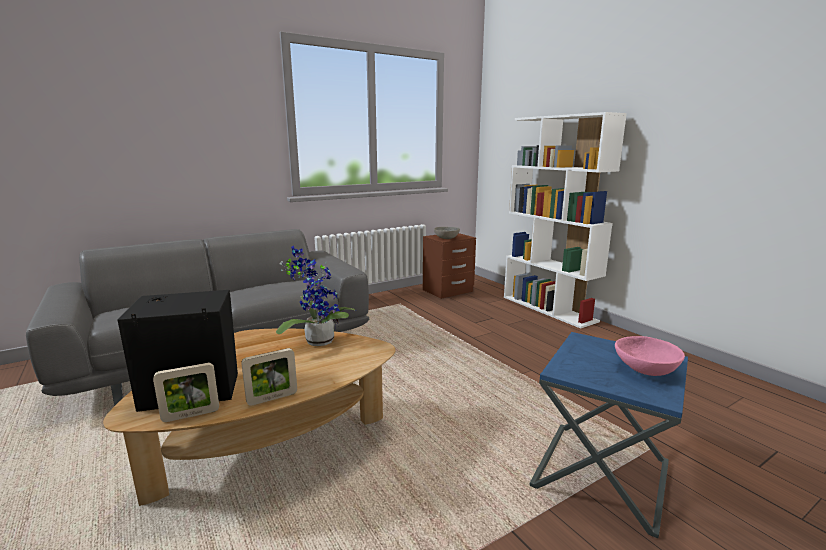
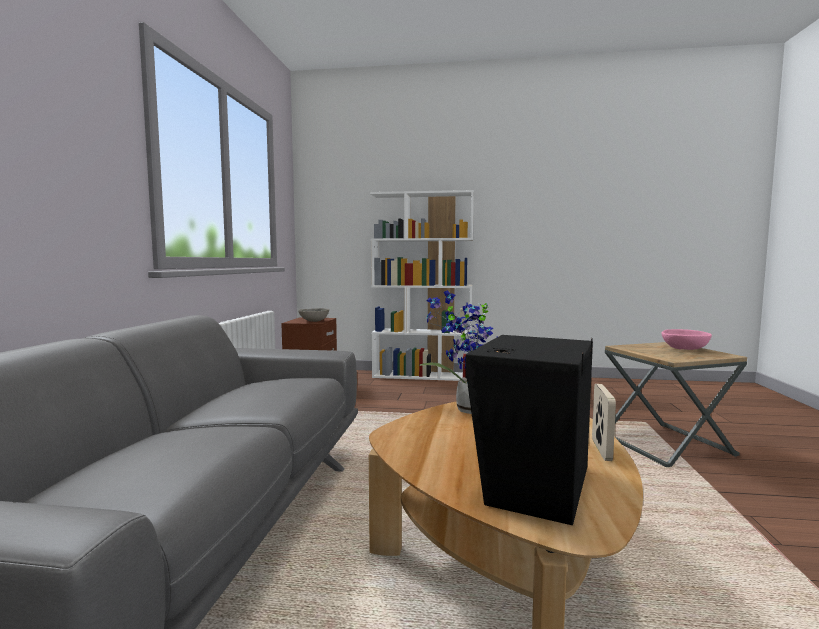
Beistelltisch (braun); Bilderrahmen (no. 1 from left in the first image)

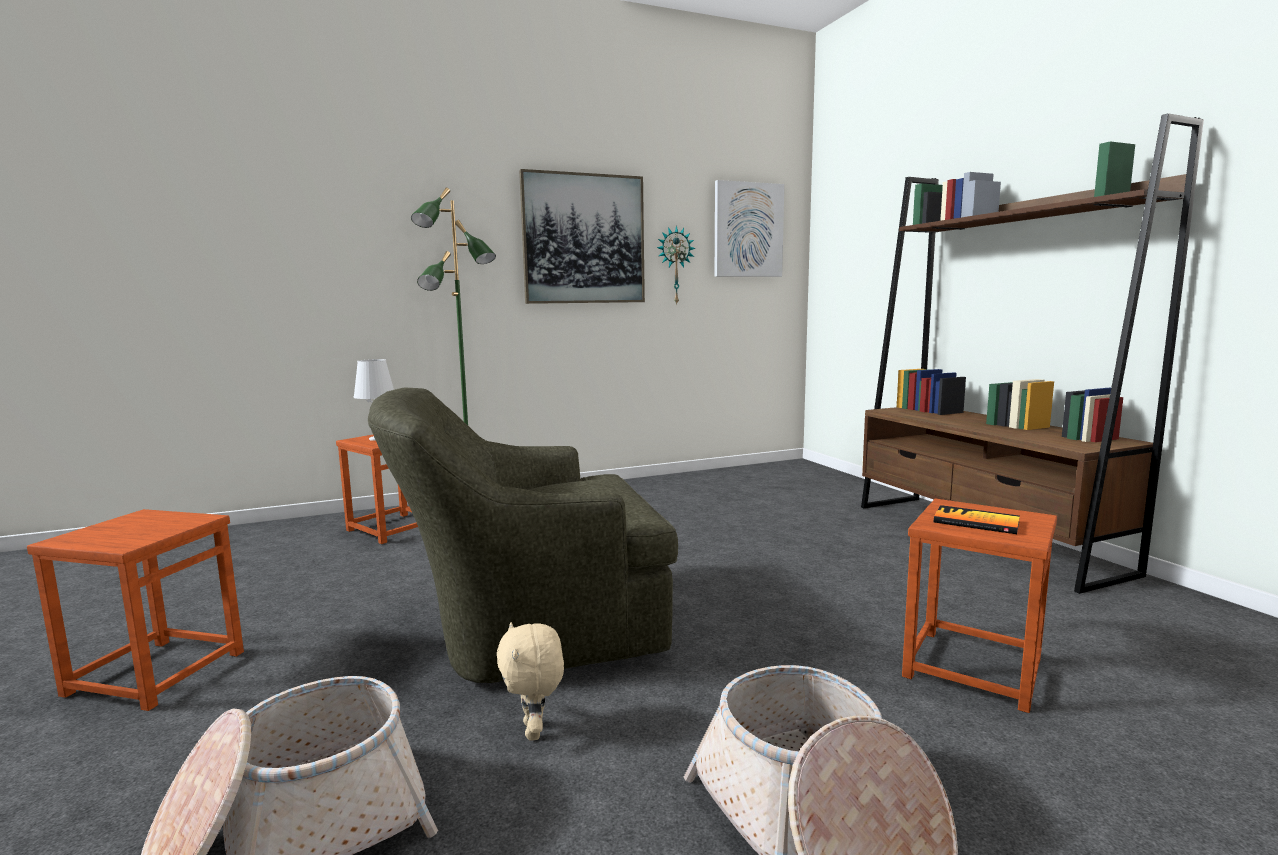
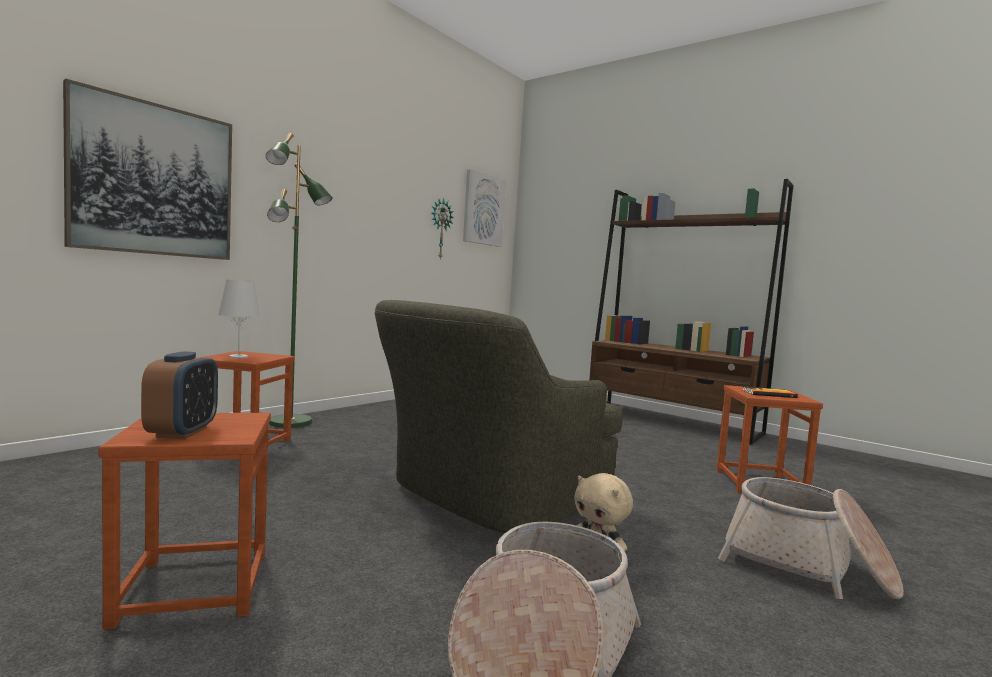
Bild (no. 1 from left); Wecker

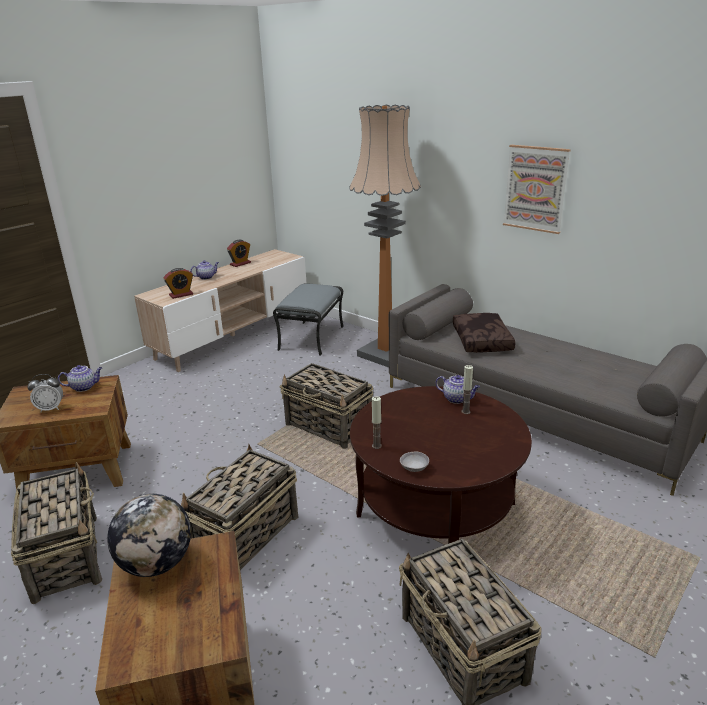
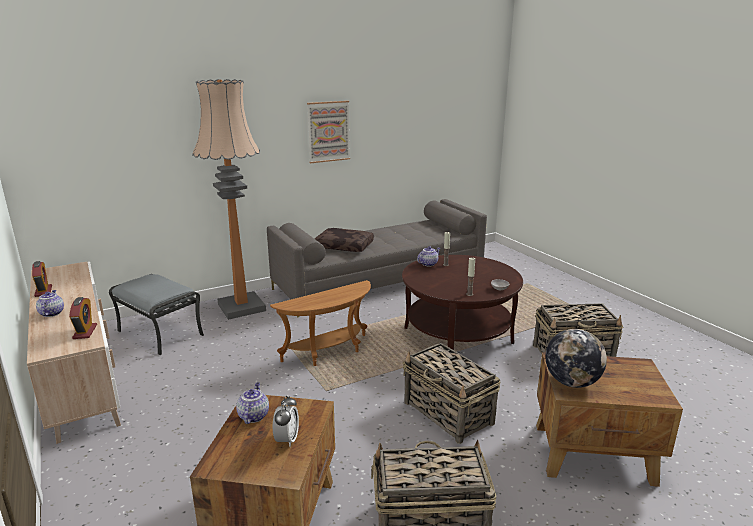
Beistelltisch (braun) (no. 2 from left)

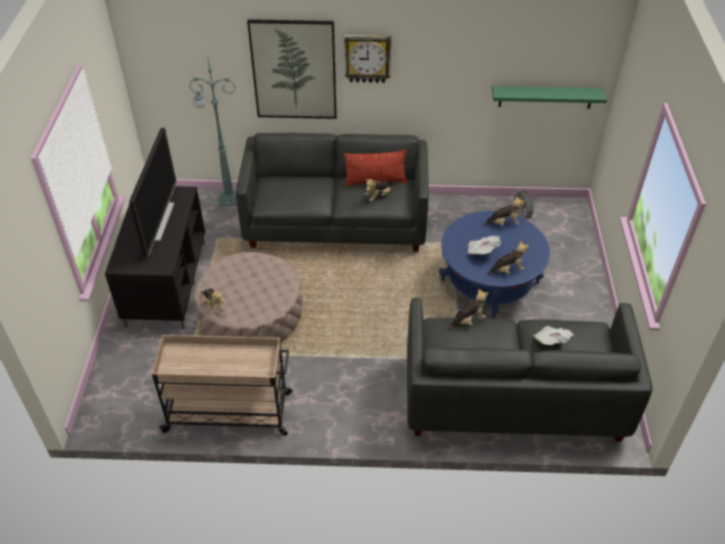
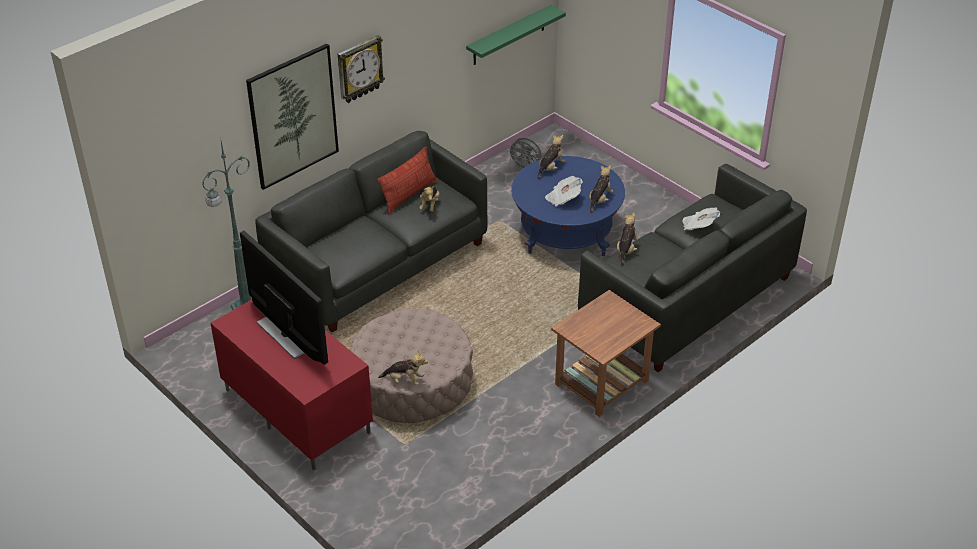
Fernsehschrank (rot); Rollwagen (beige); Beistelltisch (braun)

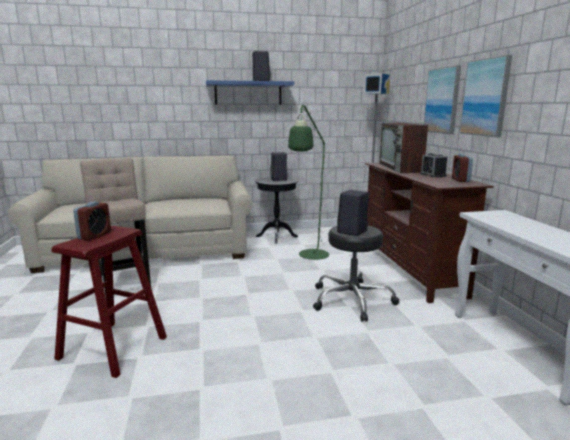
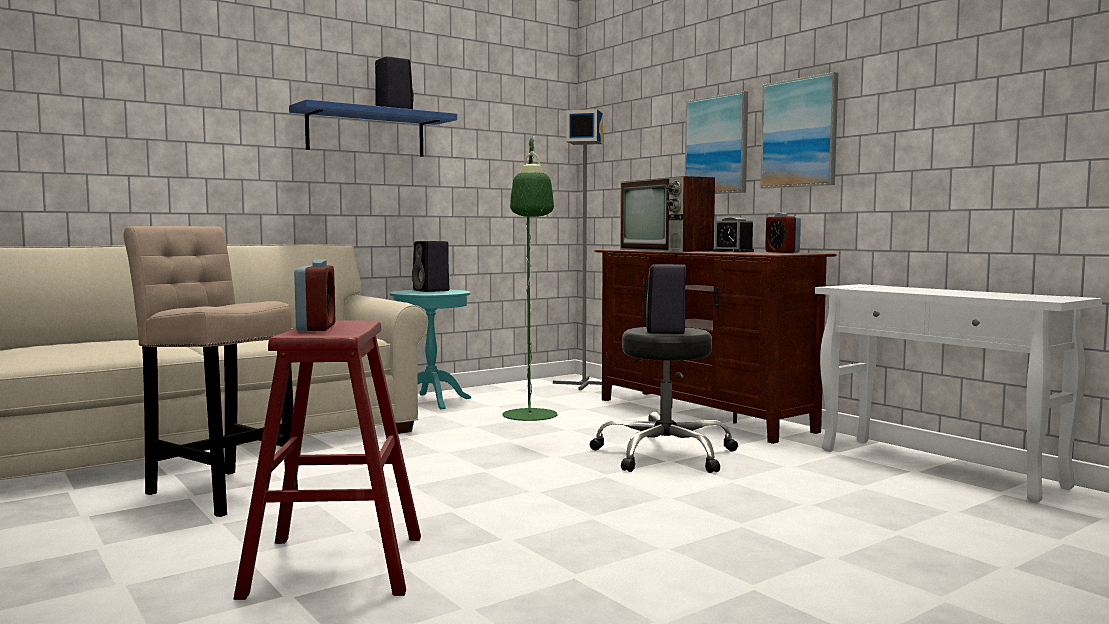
Beistelltisch (türkis)

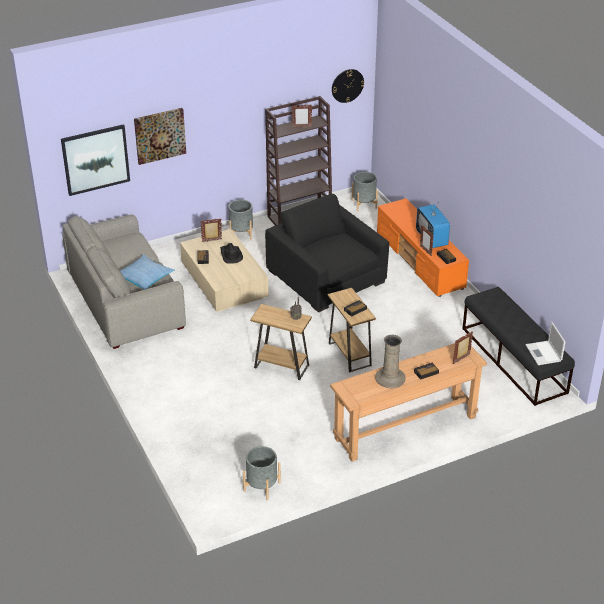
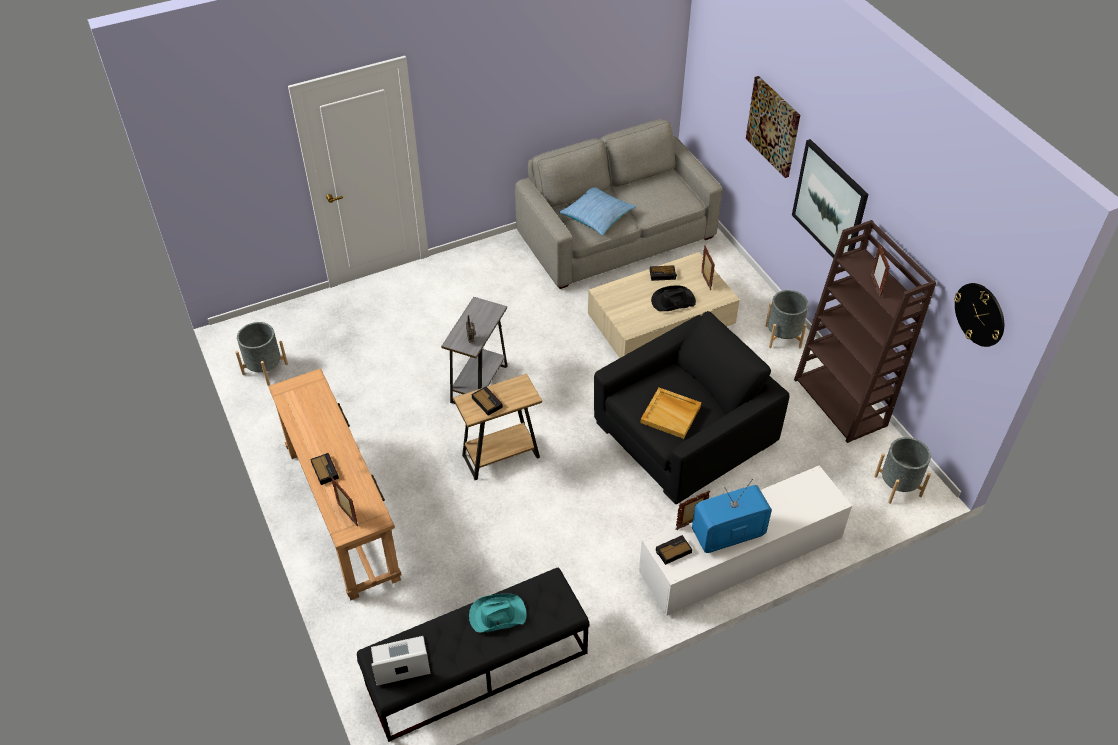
Bild (no. 2 from left); Fernsehschrank (weiß); Beistelltisch (grau); Vase (beige); Tablett (beige); Hut (türkis)

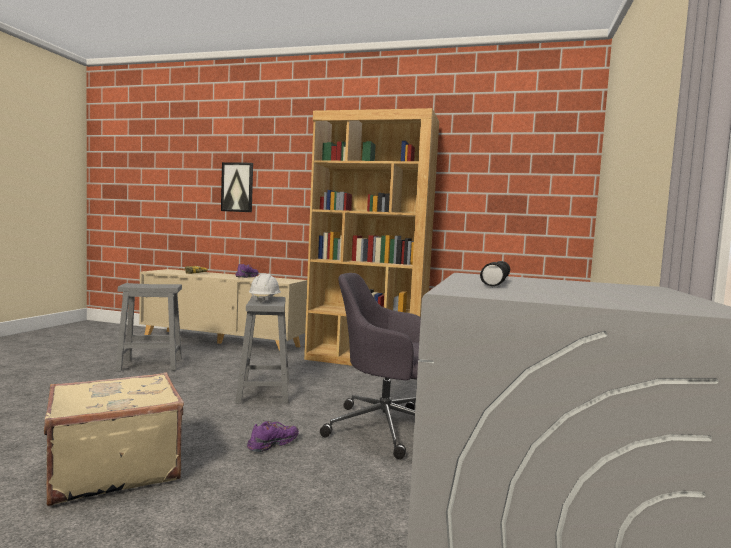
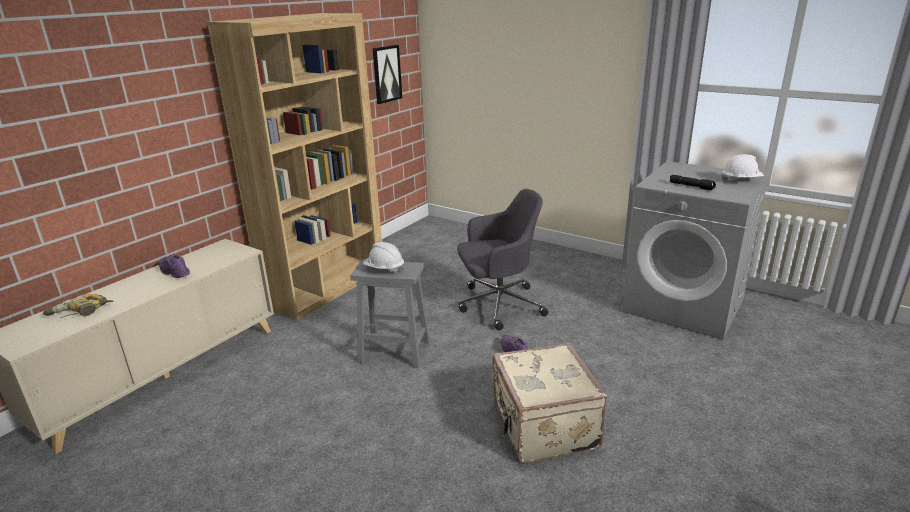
Bild; Bürostuhl (grau); Hocker (grau) (no. 1 from left in the first image); Schutzhelm (weiß) (no. 2 from left)

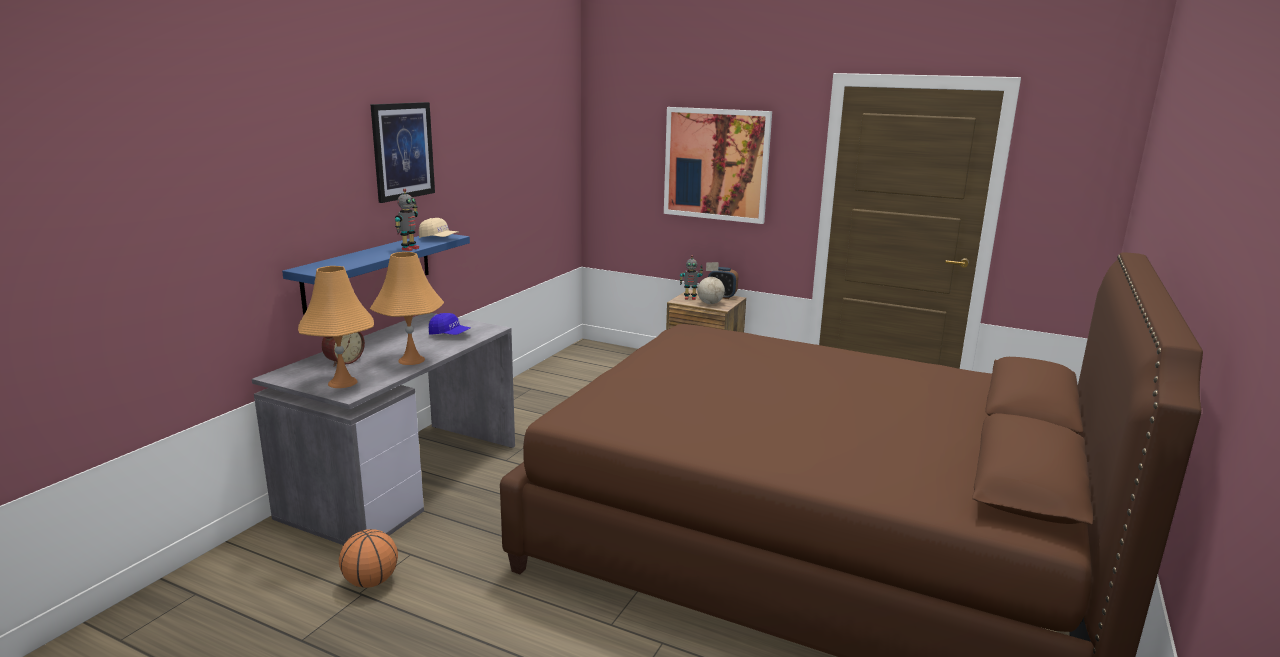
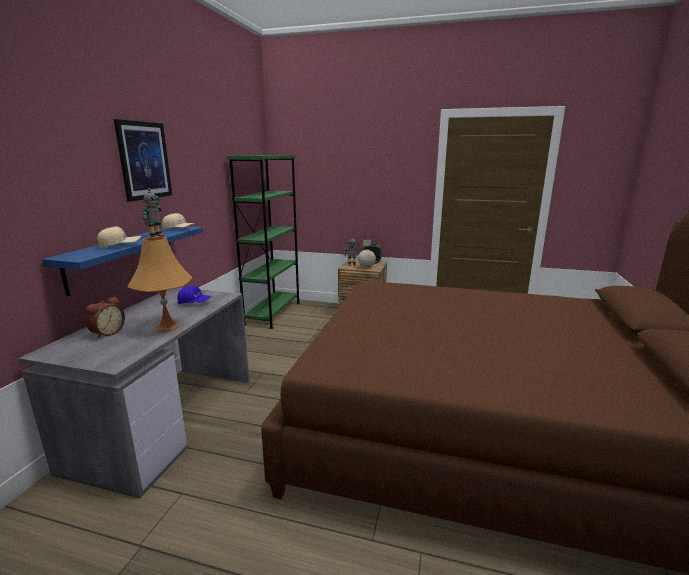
Bild (no. 2 from left in the first image); Tischlampe (orange) (no. 1 from left in the first image); Basketball; Bücherregal (grün); Kappe (beige) (no. 1 from left)

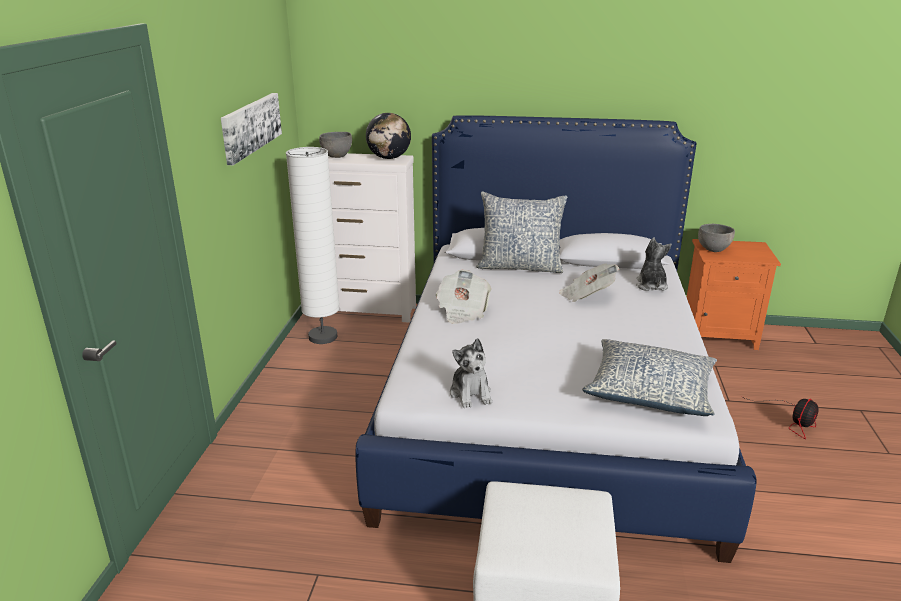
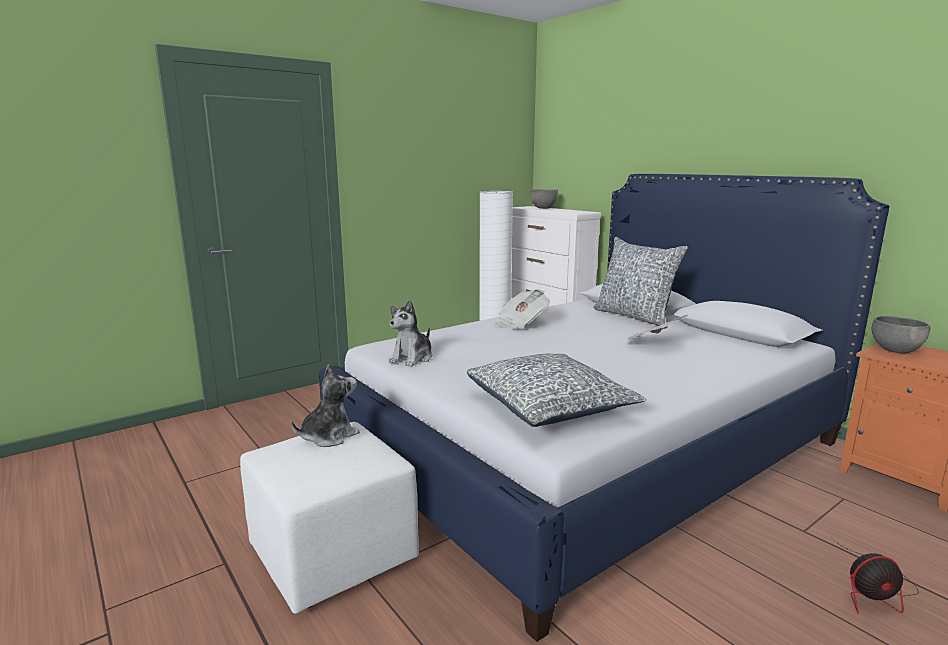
Bild; Globus; Plüschtier (no. 1 from left)

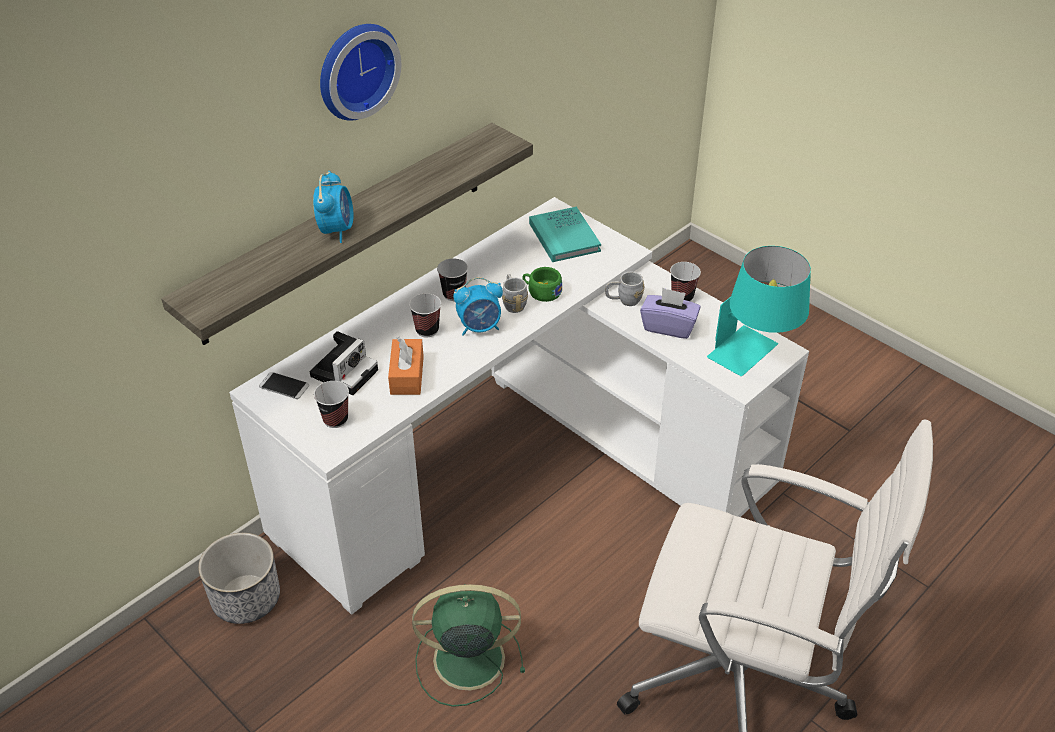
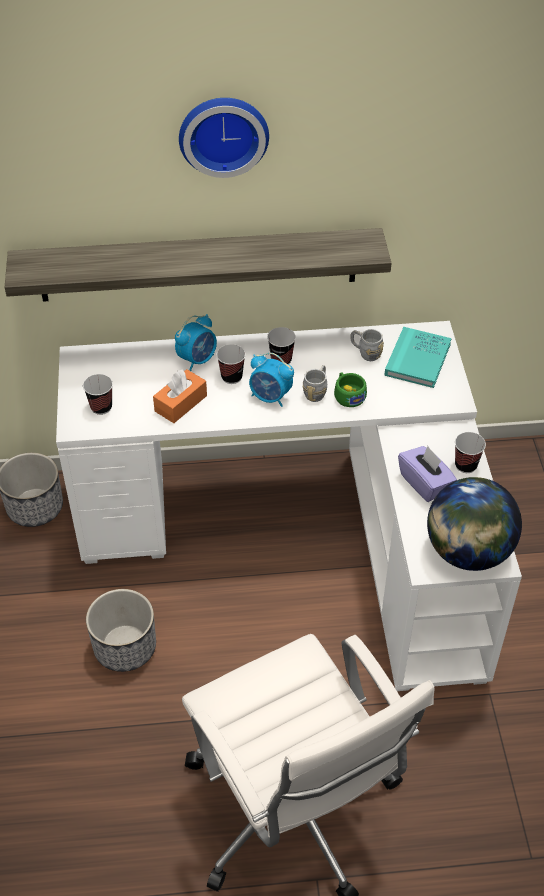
Wecker (no. 1 from left); Globus; Henkelbecher (grau) (no. 2 from left); Kamera; Handy; Pflanzkübel (no. 2 from left)

